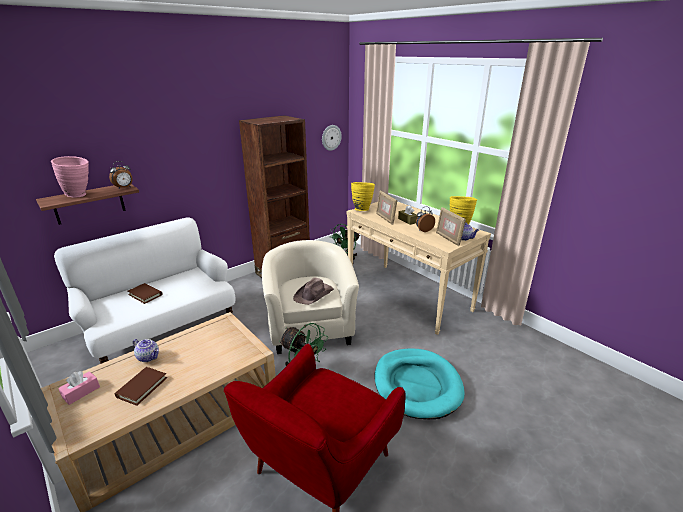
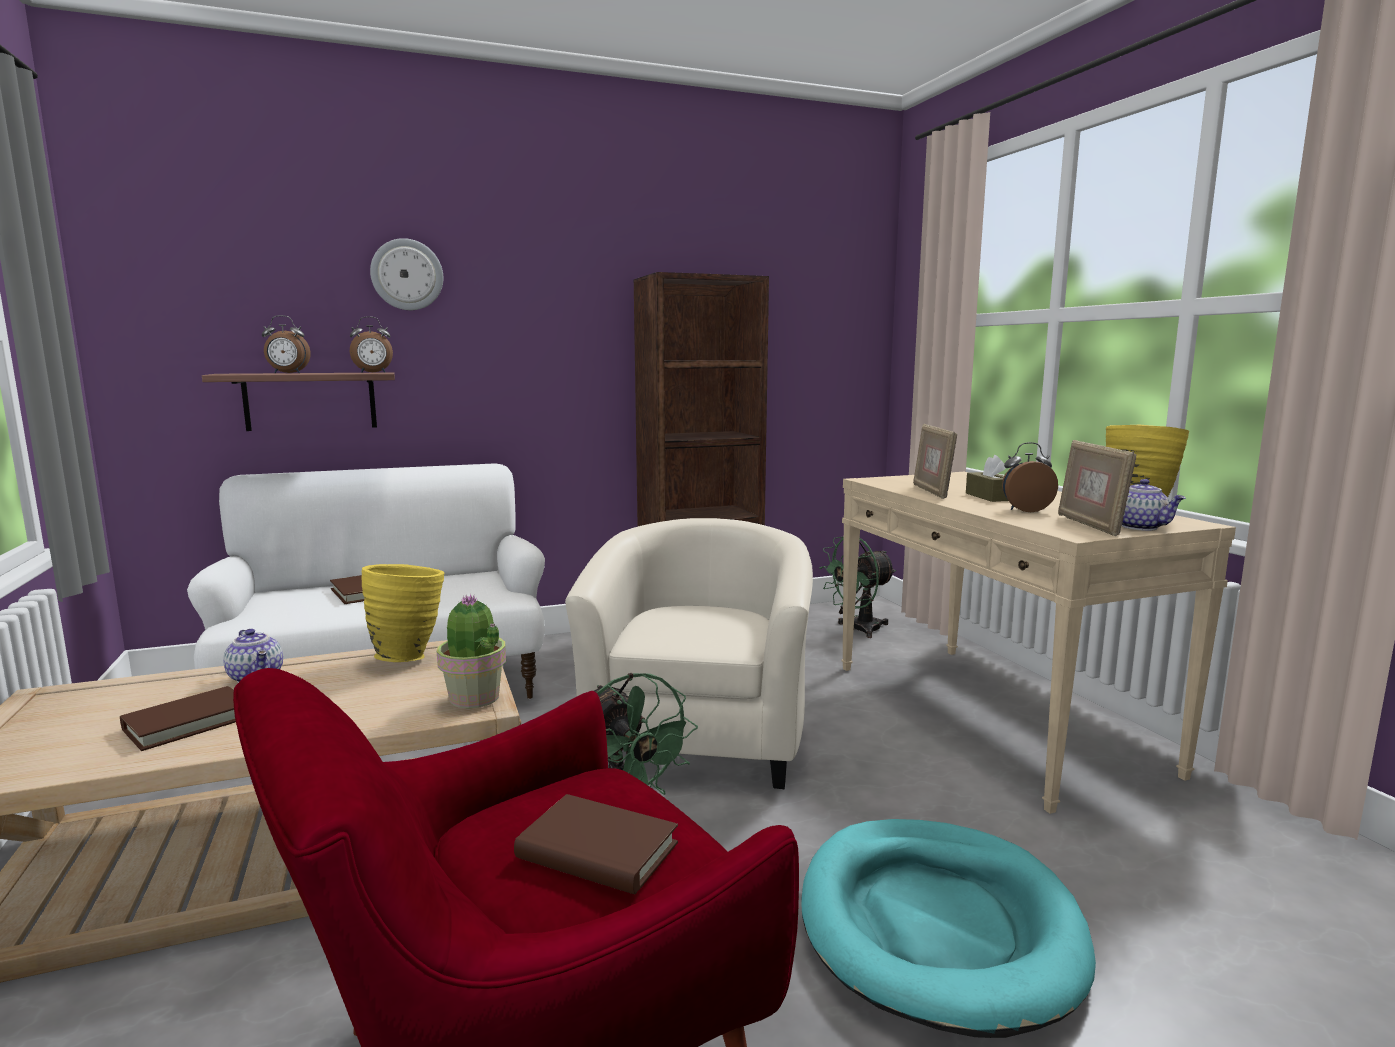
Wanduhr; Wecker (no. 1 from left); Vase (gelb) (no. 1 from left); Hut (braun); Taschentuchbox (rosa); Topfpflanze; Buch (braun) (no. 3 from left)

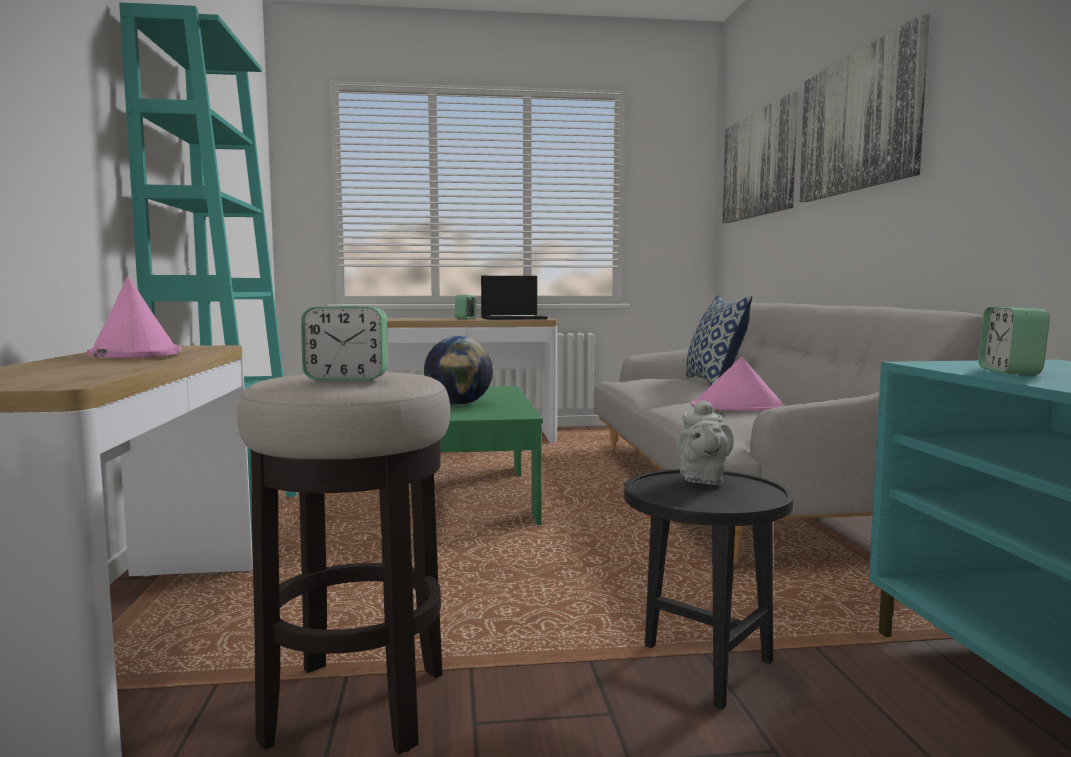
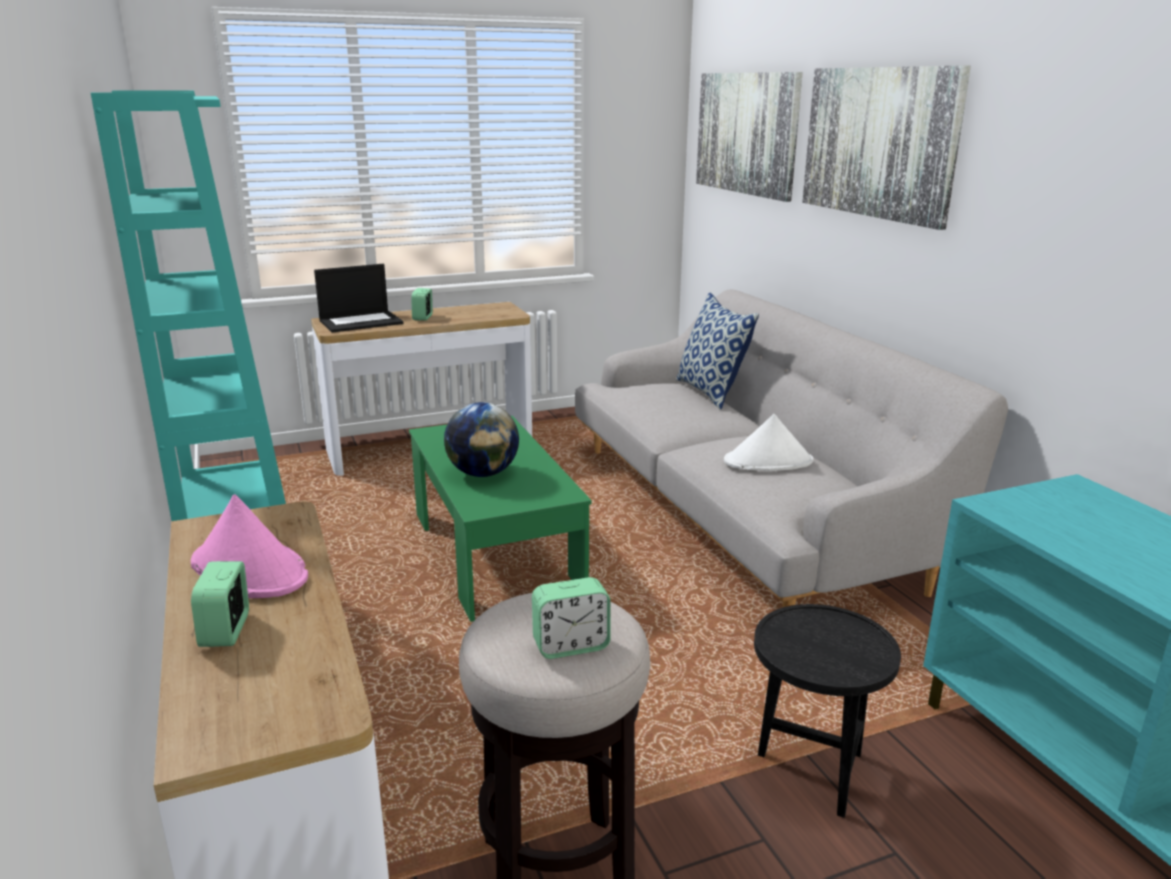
Laptop; Wecker (no. 1 from left); Hut (weiß); Teekanne (grau)

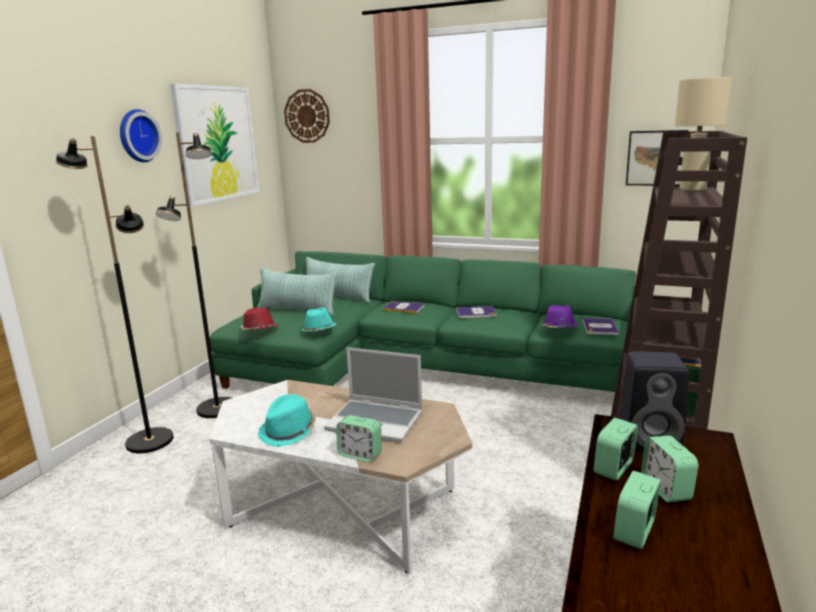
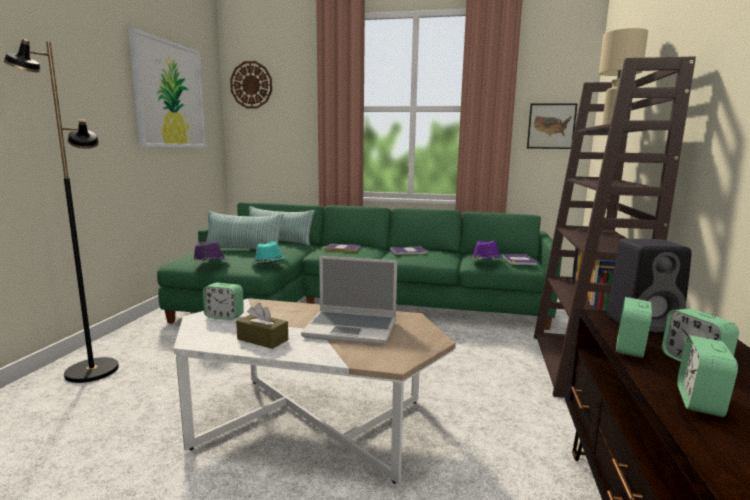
Wanduhr (no. 1 from left in the first image); Stehlampe (schwarz) (no. 2 from left in the first image); Hut (lila) (no. 1 from left); Taschentuchbox (braun); Wecker (no. 1 from left)

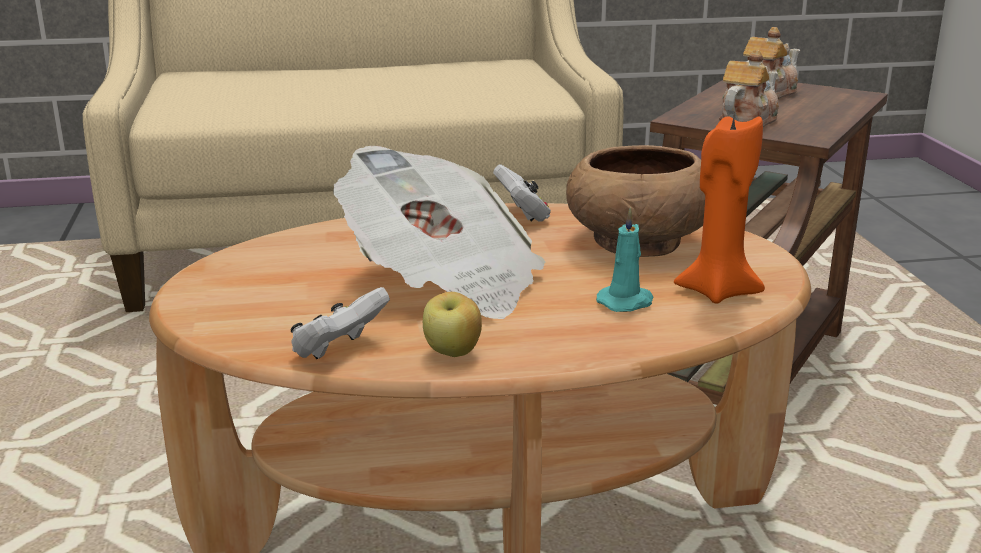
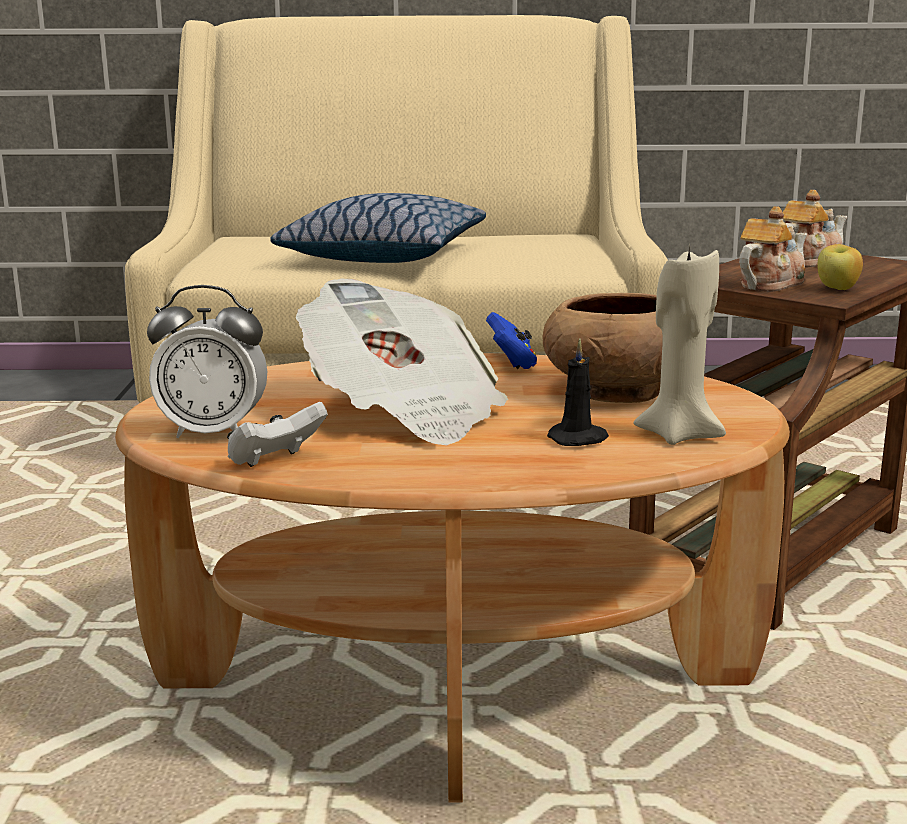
Kerze (beige); Gamepad (blau); Kerze (schwarz); Apfel; Kissen; Wecker

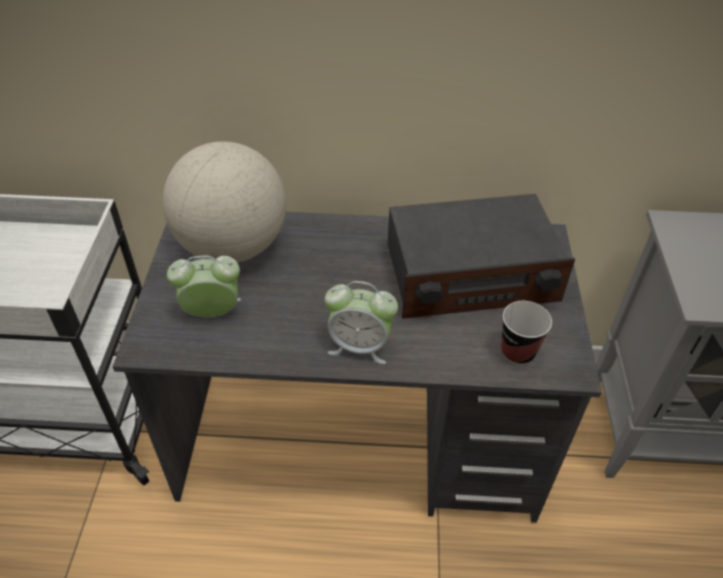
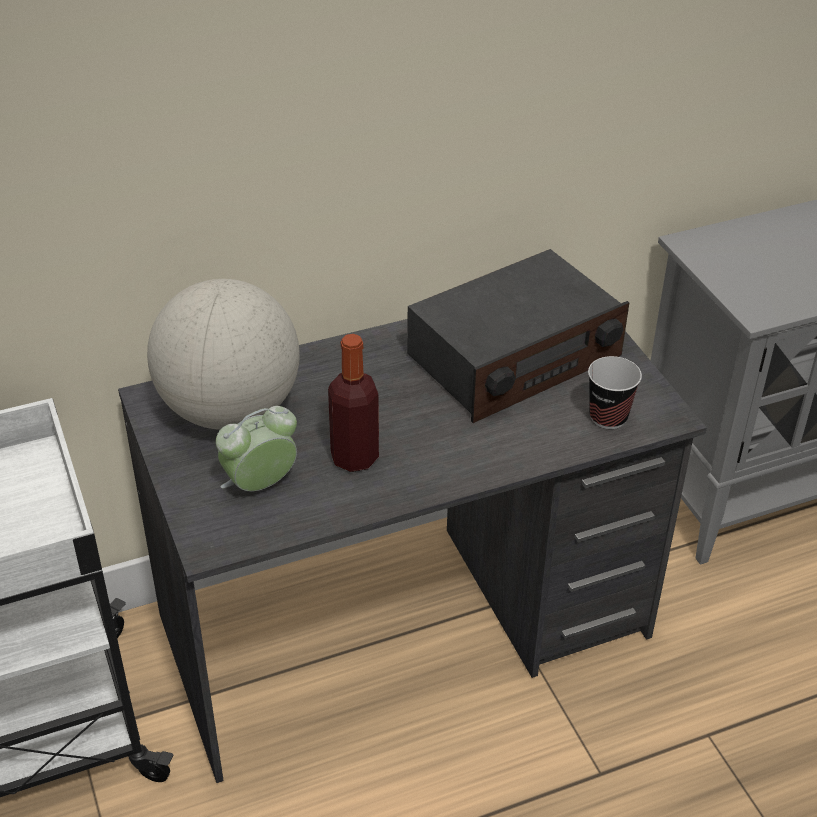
Wecker (no. 2 from left in the first image); Flasche

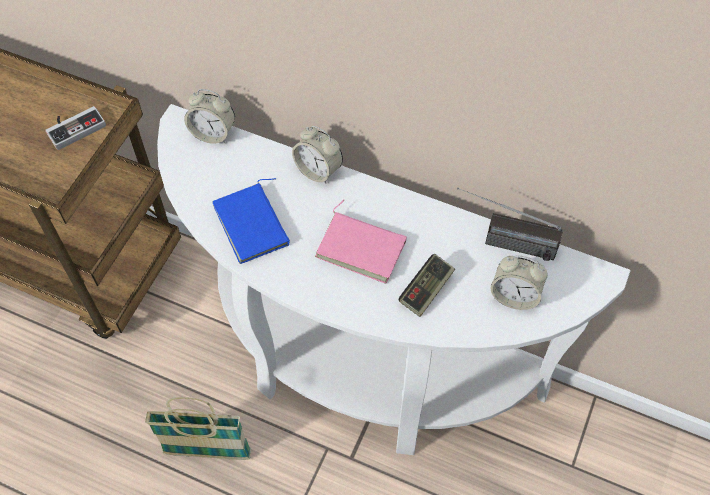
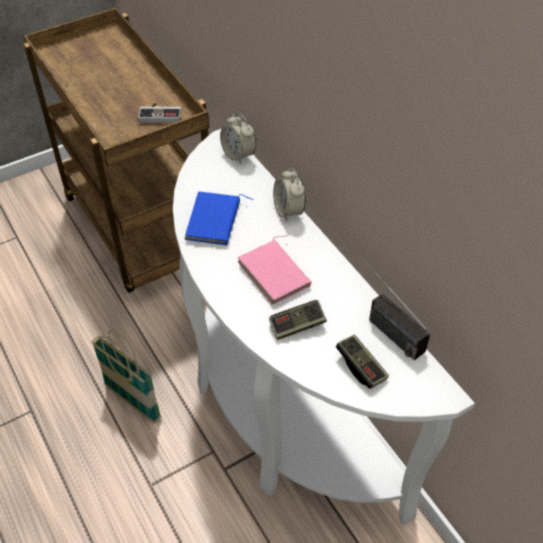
Gamepad (no. 3 from left)

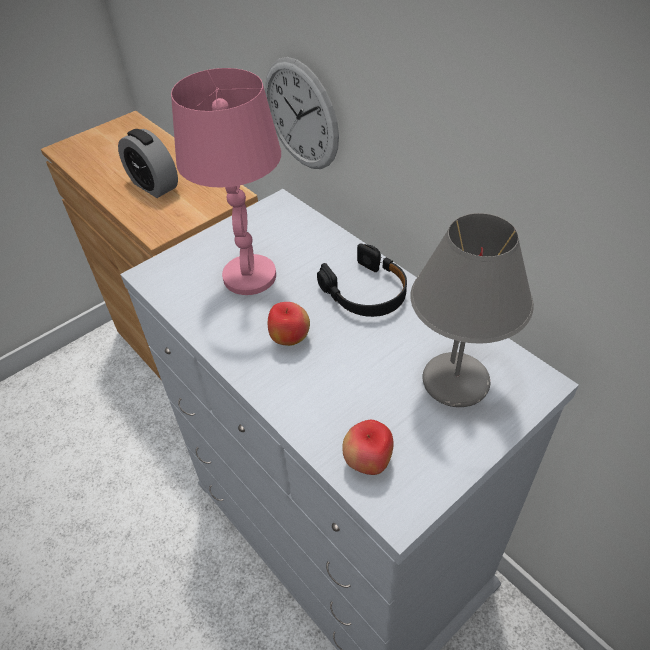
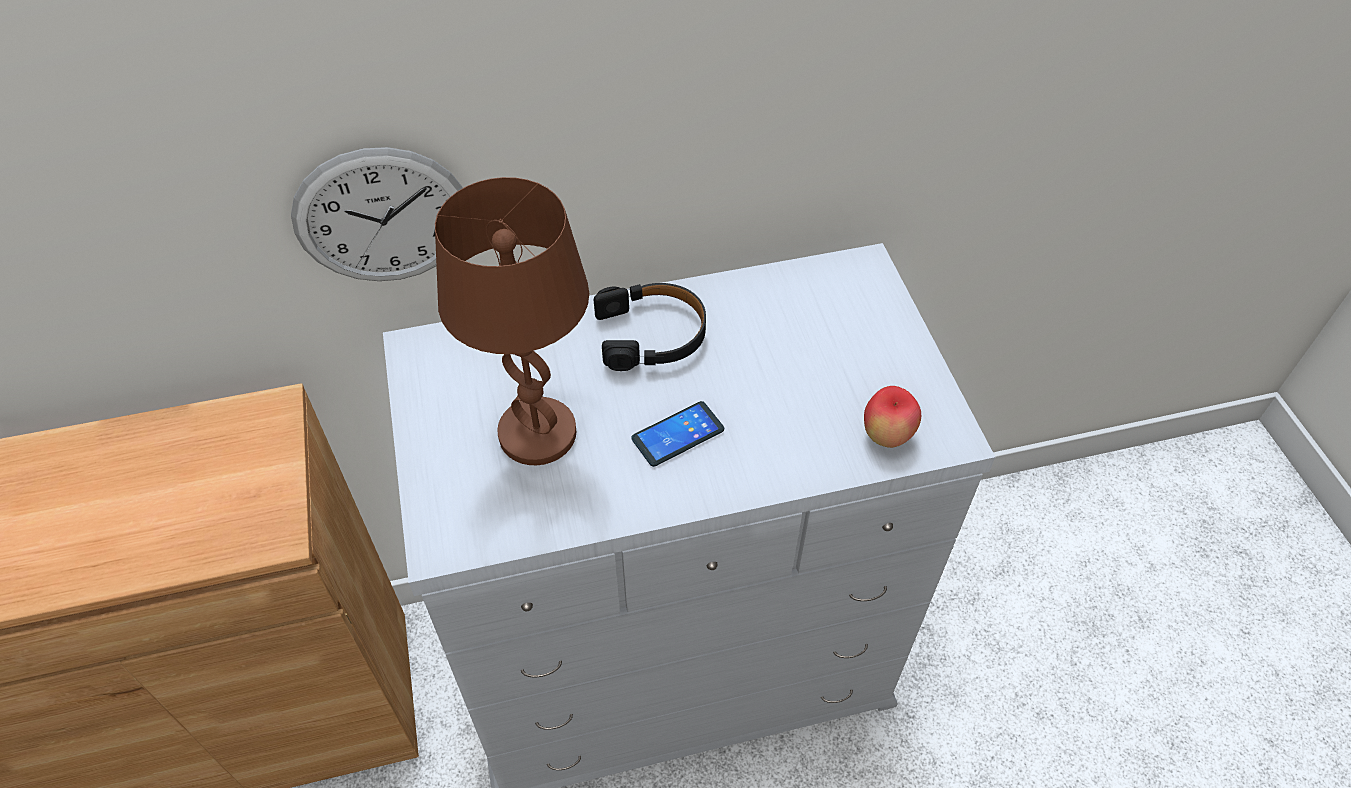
Tischlampe (braun); Wecker; Tischlampe (grau); Handy

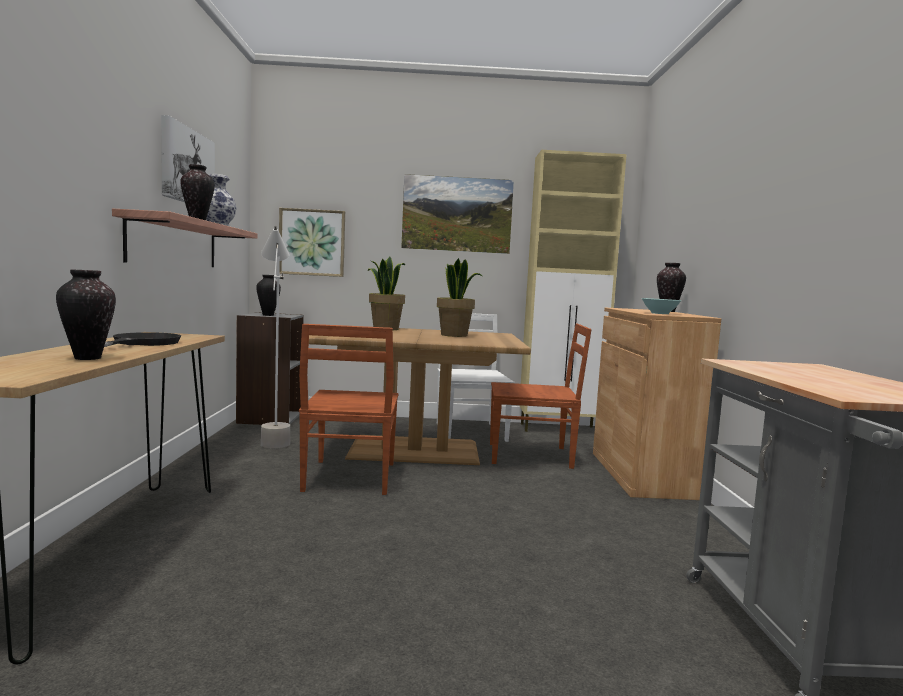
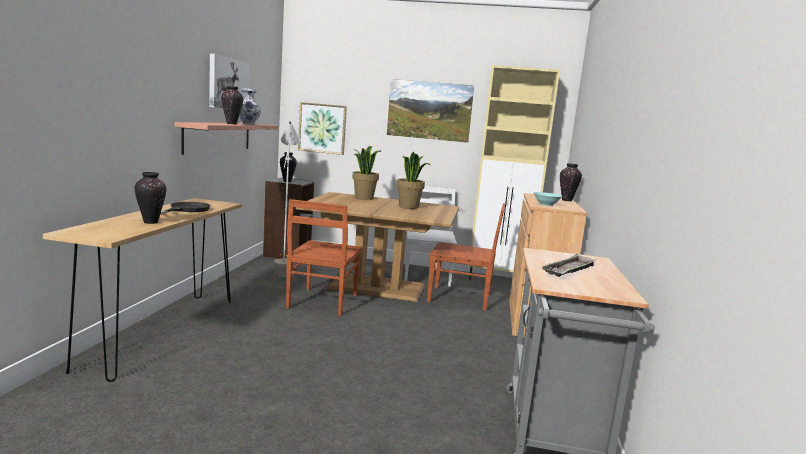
Tablett

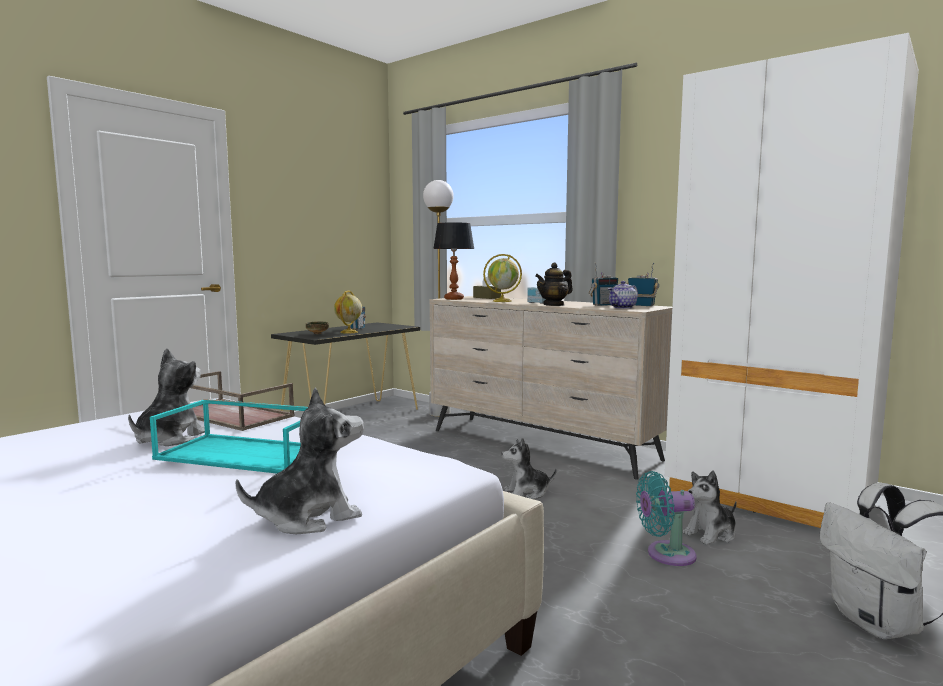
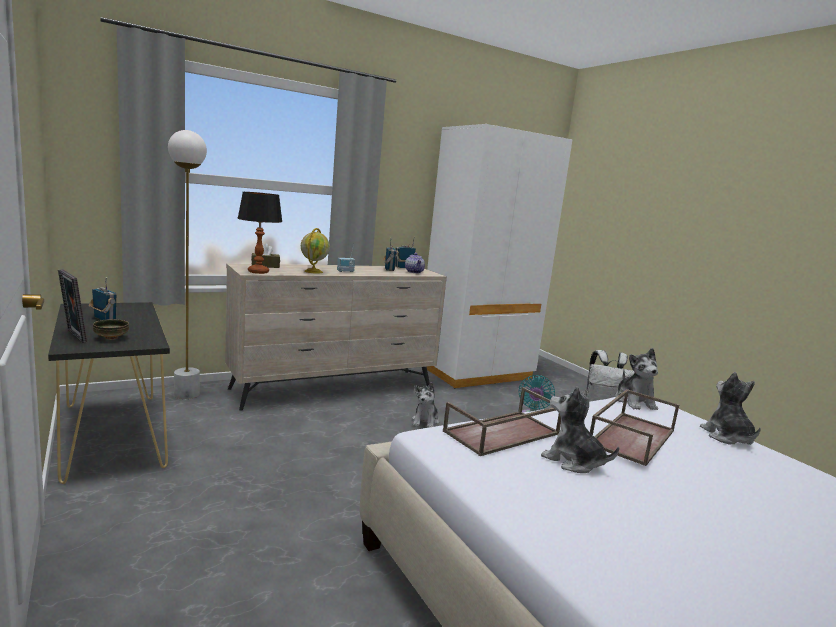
Teekanne (no. 1 from left in the first image); Globus (no. 1 from left in the first image); Tablett (braun) (no. 2 from left); Plüschtier (no. 3 from left); Bilderrahmen

